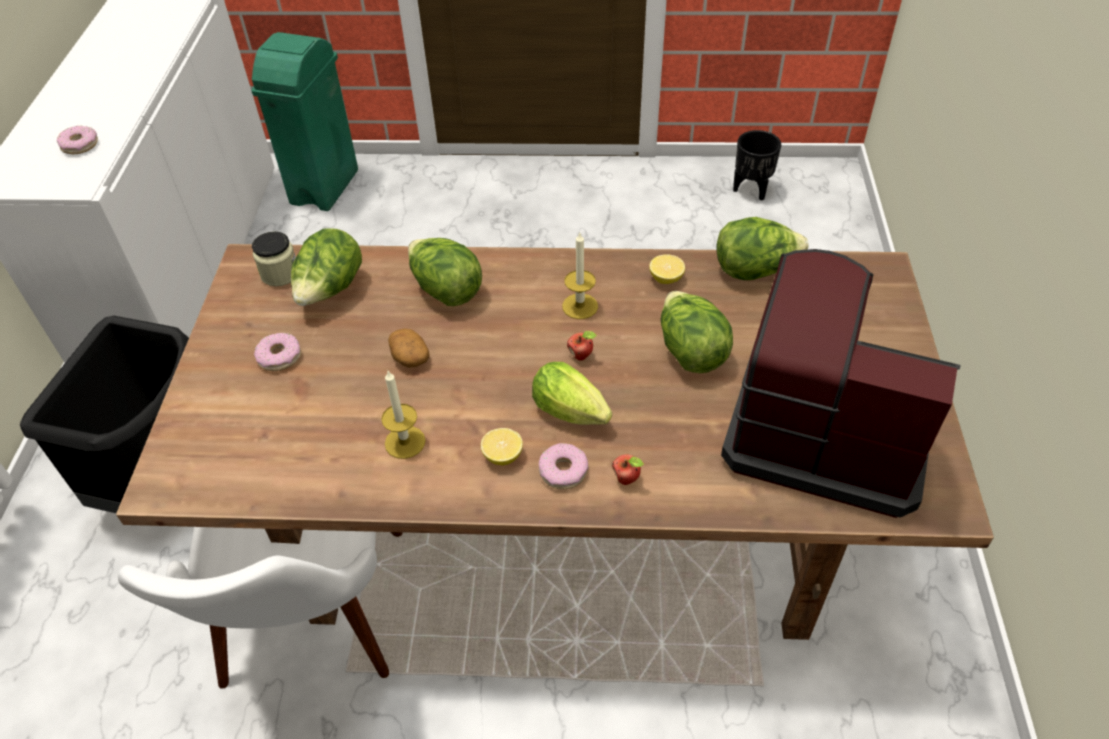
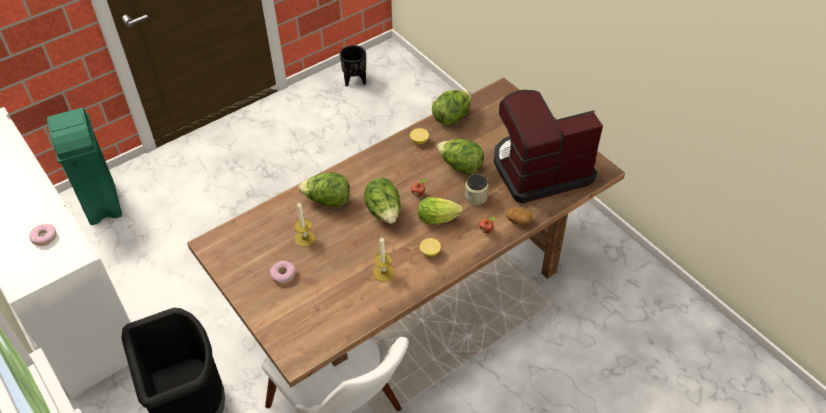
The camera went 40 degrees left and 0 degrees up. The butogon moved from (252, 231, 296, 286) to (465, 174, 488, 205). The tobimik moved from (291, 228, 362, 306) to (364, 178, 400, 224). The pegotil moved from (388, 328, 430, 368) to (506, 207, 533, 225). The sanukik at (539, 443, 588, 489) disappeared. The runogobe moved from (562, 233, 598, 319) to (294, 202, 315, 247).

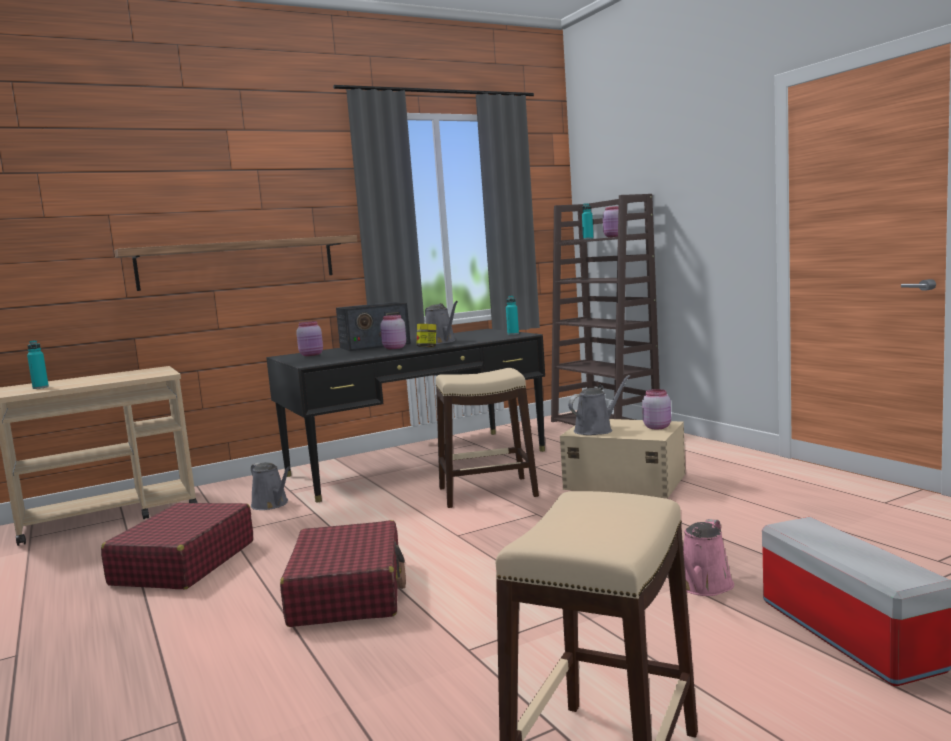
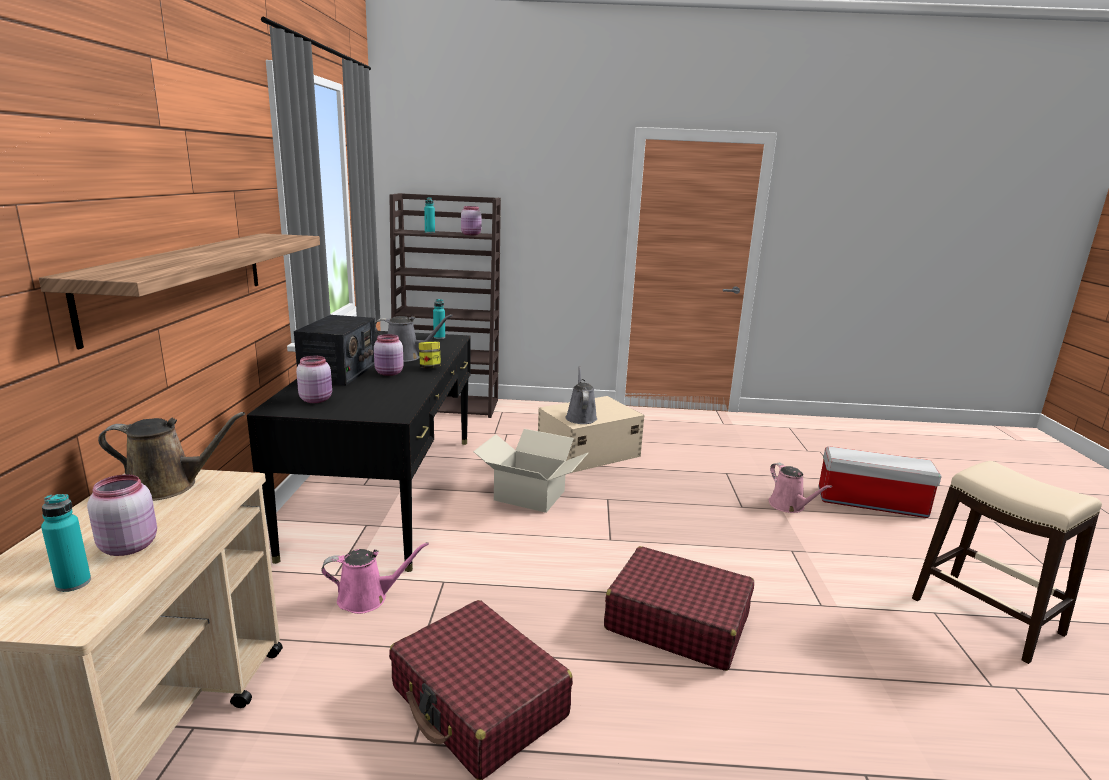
The camera went 60 degrees left and 10 degrees up. The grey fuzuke at (251, 462, 291, 510) became the pink fuzuke at (321, 542, 429, 614). The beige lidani at (436, 368, 539, 508) was replaced by the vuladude at (473, 429, 588, 513). The pink butogon moved from (642, 389, 671, 429) to (87, 474, 157, 556). The brown fuzuke at (98, 412, 245, 501) appeared.

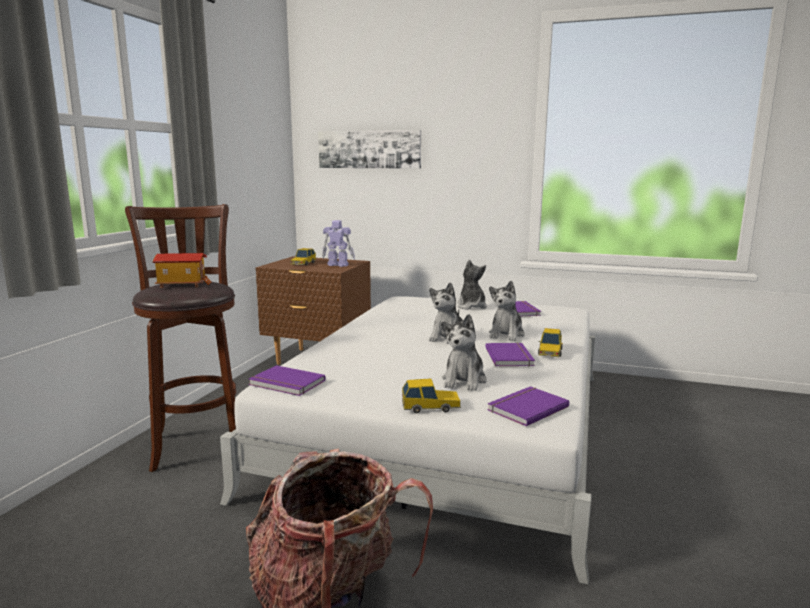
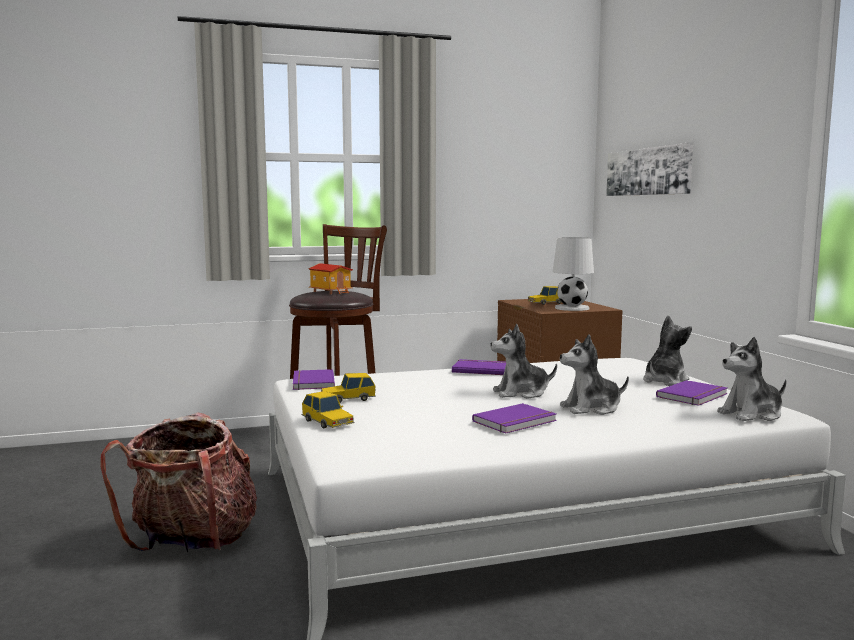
The camera went 55 degrees right and 5 degrees down. The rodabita at (322, 220, 355, 267) was replaced by the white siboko at (553, 237, 594, 311). The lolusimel moved from (441, 314, 487, 391) to (717, 337, 787, 421). The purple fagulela moved from (487, 386, 569, 426) to (452, 359, 506, 375). The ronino moved from (538, 328, 563, 357) to (321, 373, 376, 403).

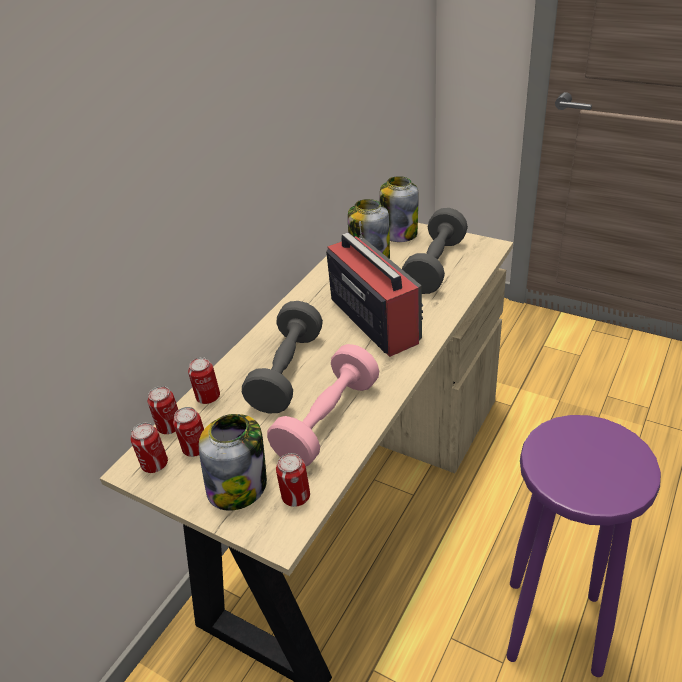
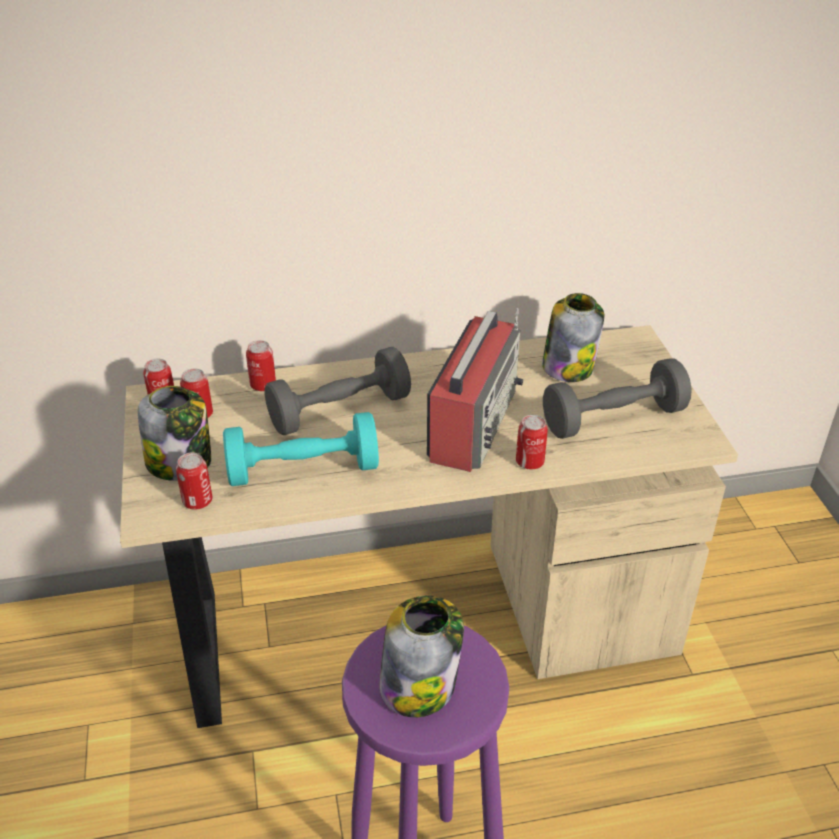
The camera went 45 degrees right and 0 degrees up. The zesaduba moved from (147, 386, 178, 434) to (516, 415, 548, 470). The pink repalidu at (267, 344, 379, 466) became the turquoise repalidu at (223, 412, 379, 486). The butogon moved from (380, 176, 419, 242) to (380, 596, 464, 717).

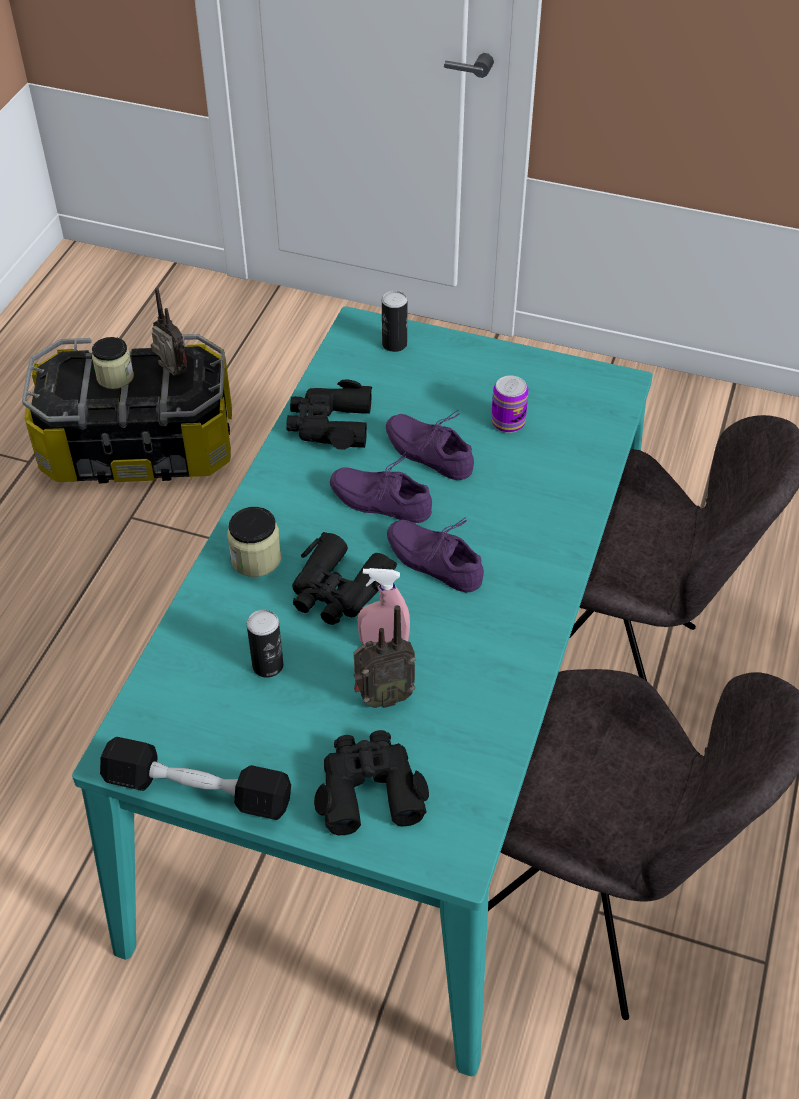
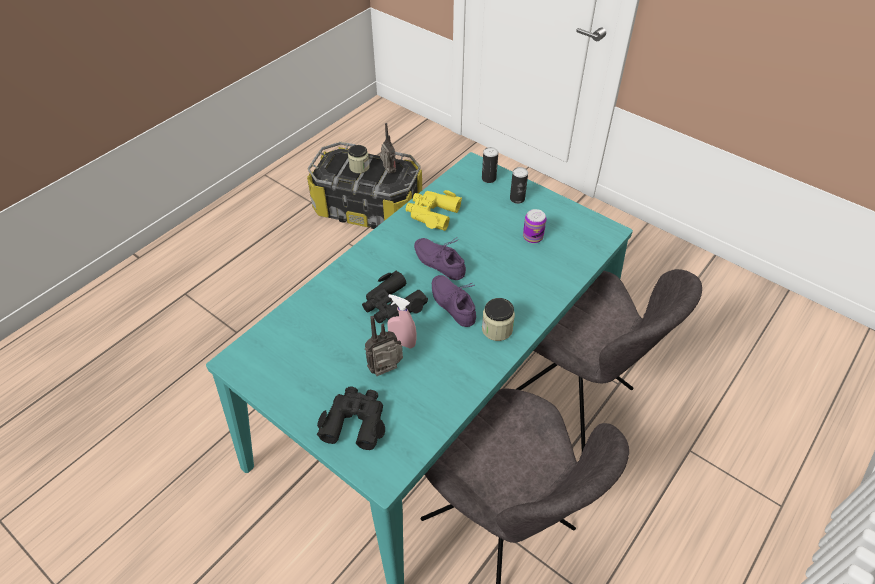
The camera went 20 degrees right and 0 degrees up. The black repalidu at (100, 737, 291, 820) disappeared. The butogon moved from (227, 507, 281, 577) to (482, 298, 515, 341). The zesaduba moved from (247, 610, 284, 678) to (510, 167, 528, 204). The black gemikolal at (286, 379, 372, 450) became the yellow gemikolal at (405, 190, 462, 231). The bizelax at (353, 605, 416, 708) turned 150 degrees clockwise. The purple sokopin at (386, 410, 474, 480) disappeared.

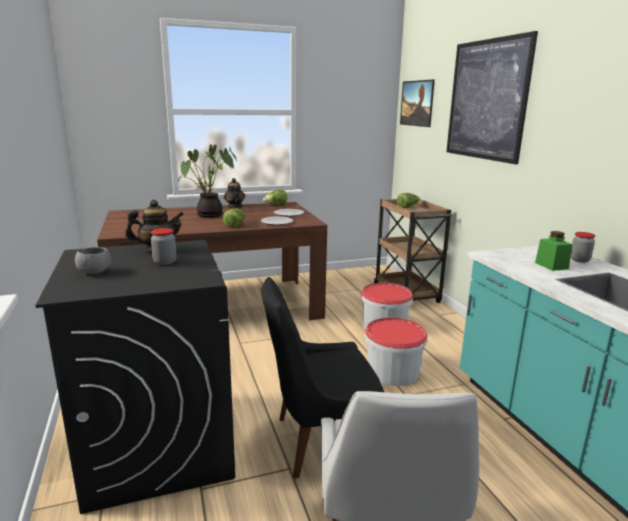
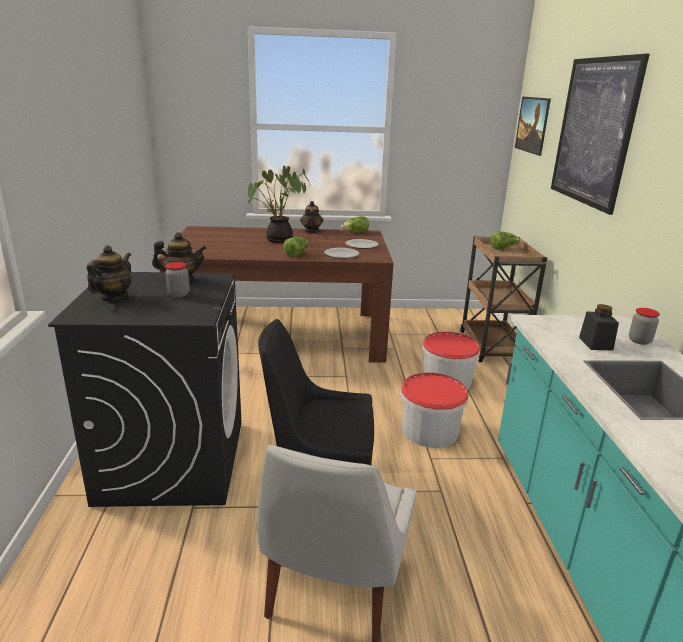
The camera went 15 degrees right and 5 degrees up. The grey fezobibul at (75, 247, 111, 274) was replaced by the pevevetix at (87, 245, 132, 302). The green butogon at (535, 231, 572, 271) became the black butogon at (579, 304, 619, 351).

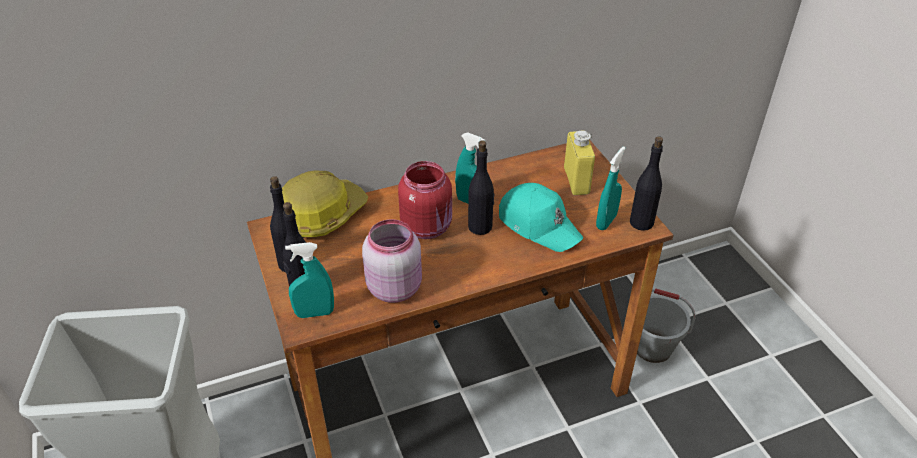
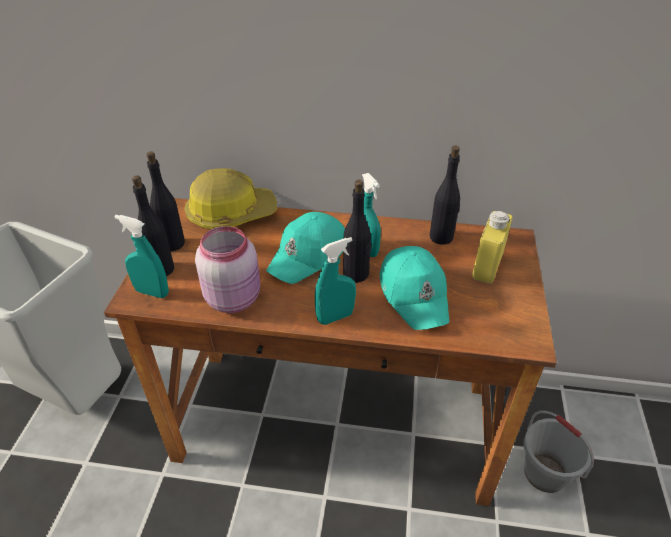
The camera went 30 degrees right and 0 degrees up. The red butogon at (398, 161, 452, 239) was replaced by the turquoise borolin at (266, 212, 345, 284). The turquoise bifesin moved from (596, 146, 625, 230) to (315, 237, 356, 325). The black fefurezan moved from (630, 136, 663, 231) to (430, 146, 460, 245).

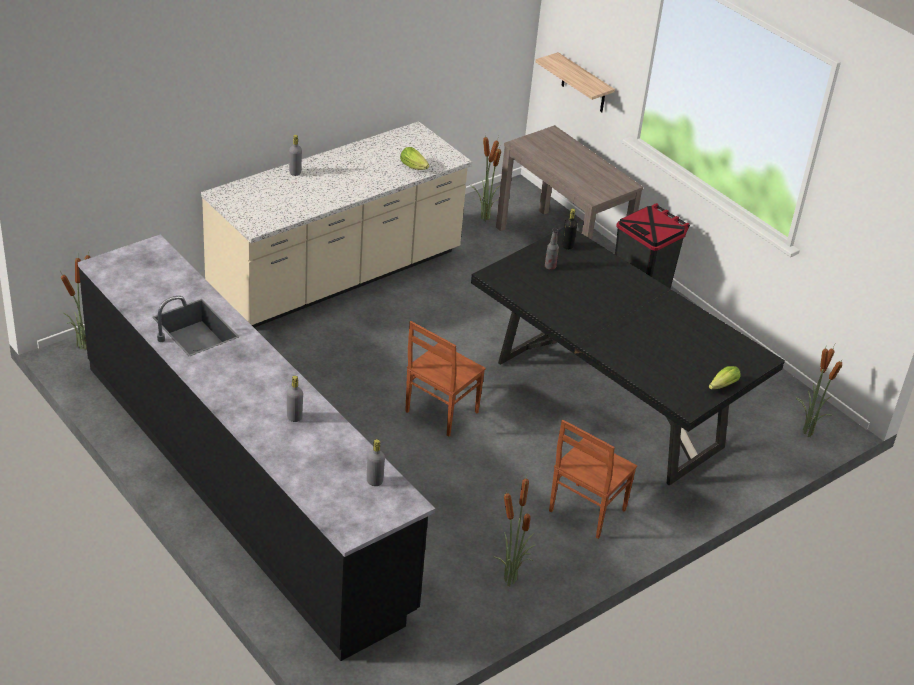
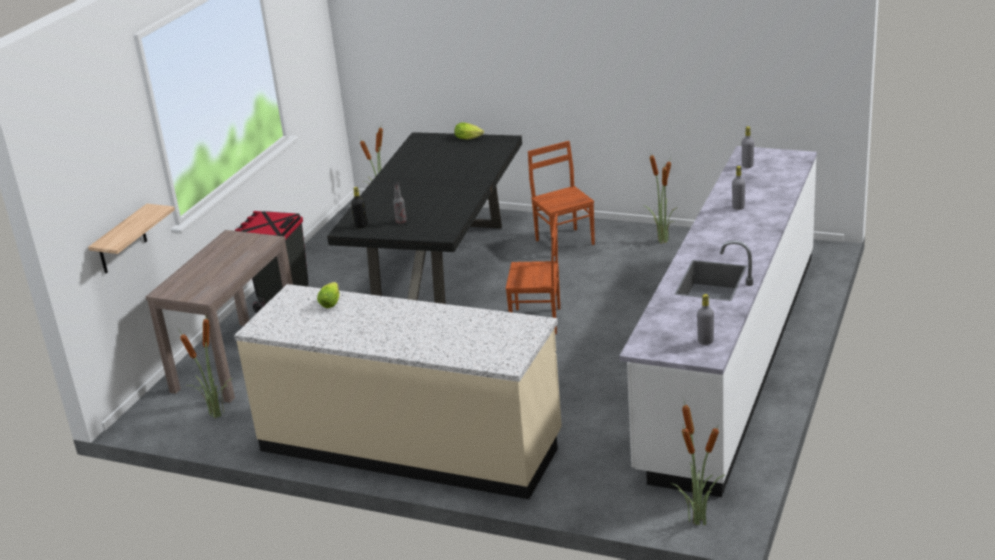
The camera went 115 degrees left and 10 degrees down. The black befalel at (78, 235, 436, 661) became the white befalel at (619, 146, 817, 497). The grey fefurezan moved from (289, 135, 302, 176) to (697, 294, 714, 345). The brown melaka at (549, 420, 637, 539) turned 120 degrees counterclockwise.

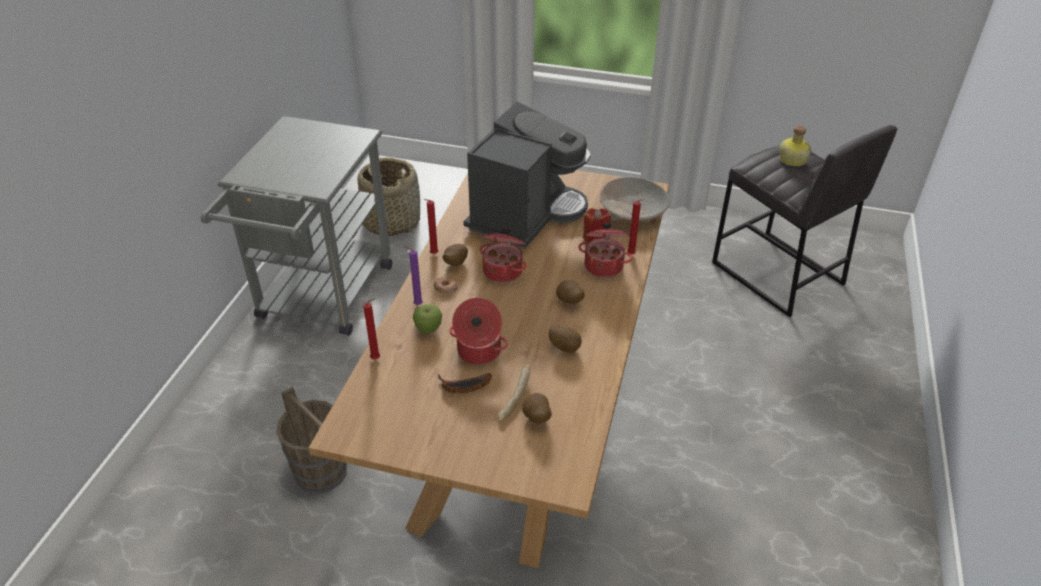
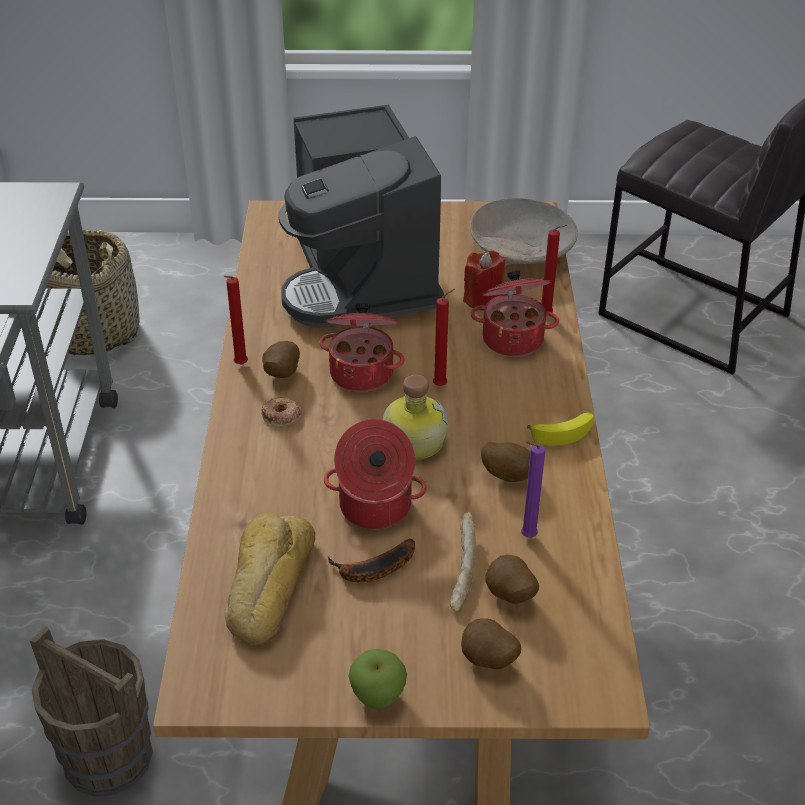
The camera went 15 degrees left and 0 degrees up. The red runogobe moved from (363, 298, 380, 359) to (433, 289, 455, 386). The purple runogobe moved from (404, 246, 423, 305) to (521, 441, 545, 537). The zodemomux moved from (413, 304, 442, 334) to (348, 649, 407, 709). The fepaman at (463, 102, 590, 248) turned 150 degrees clockwise. The pegotil moved from (556, 280, 585, 304) to (461, 618, 521, 669). The fefurezan moved from (779, 125, 811, 166) to (383, 375, 448, 460). The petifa at (225, 512, 315, 645) appeared. The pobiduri at (527, 411, 594, 446) appeared.

